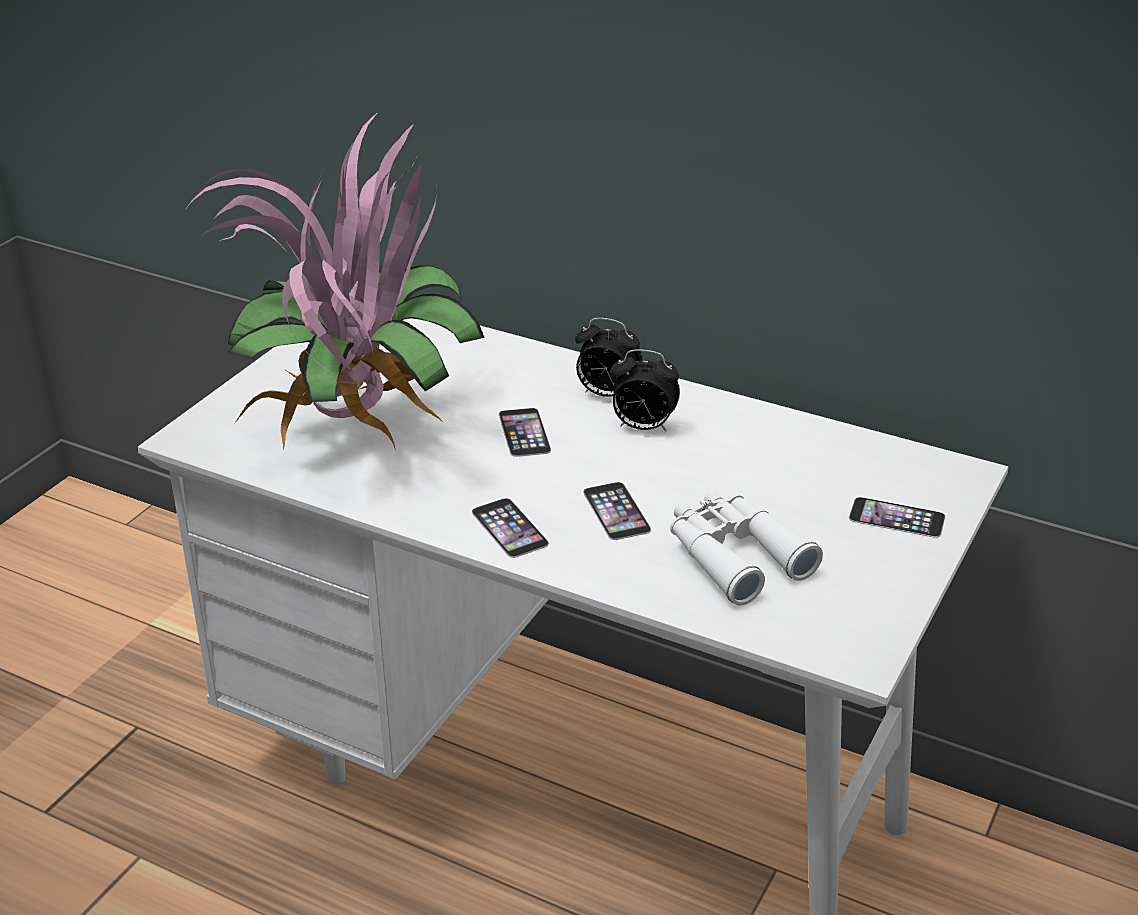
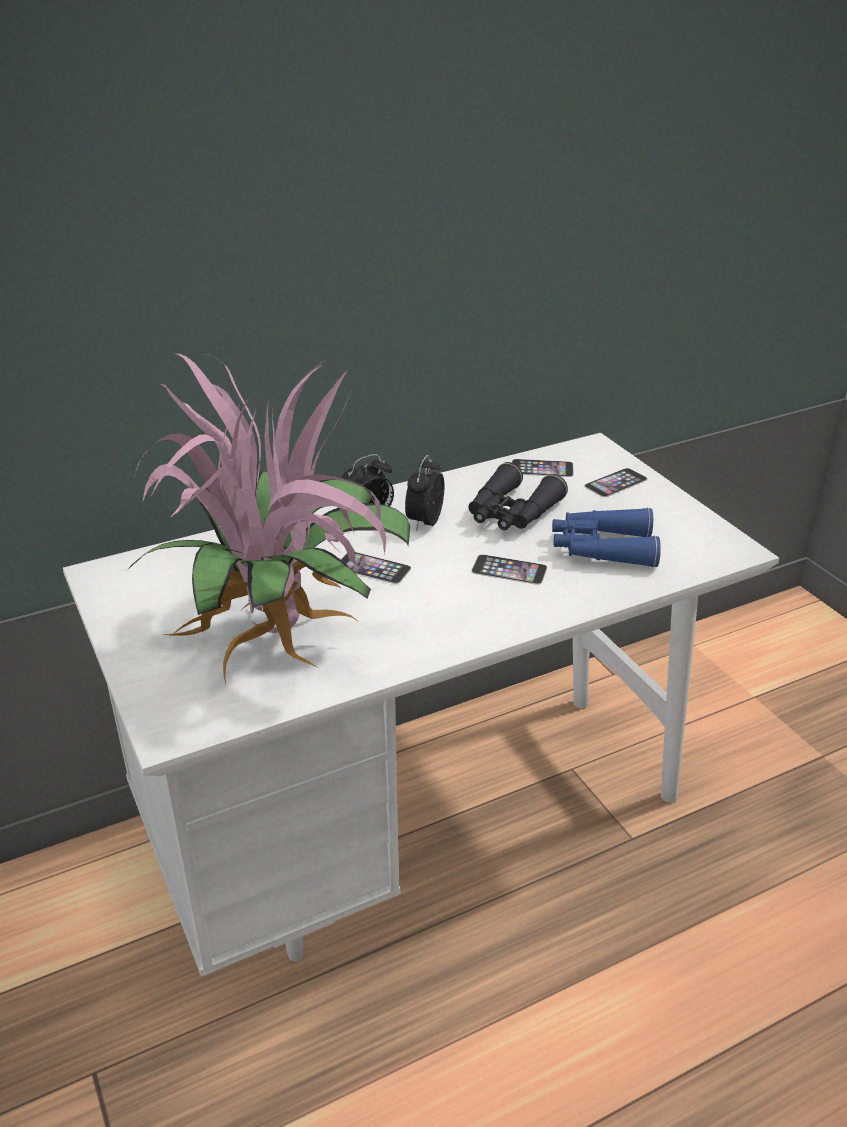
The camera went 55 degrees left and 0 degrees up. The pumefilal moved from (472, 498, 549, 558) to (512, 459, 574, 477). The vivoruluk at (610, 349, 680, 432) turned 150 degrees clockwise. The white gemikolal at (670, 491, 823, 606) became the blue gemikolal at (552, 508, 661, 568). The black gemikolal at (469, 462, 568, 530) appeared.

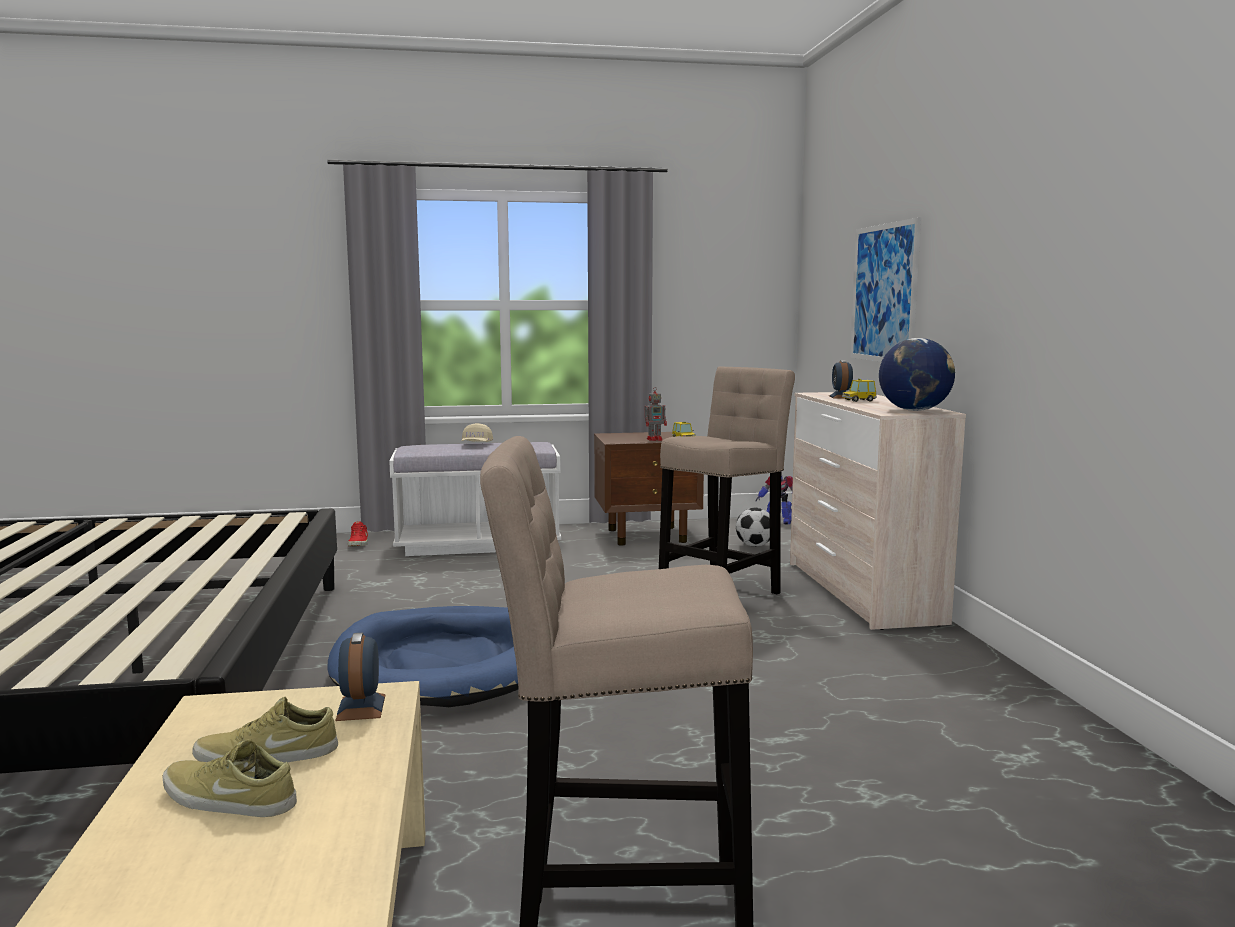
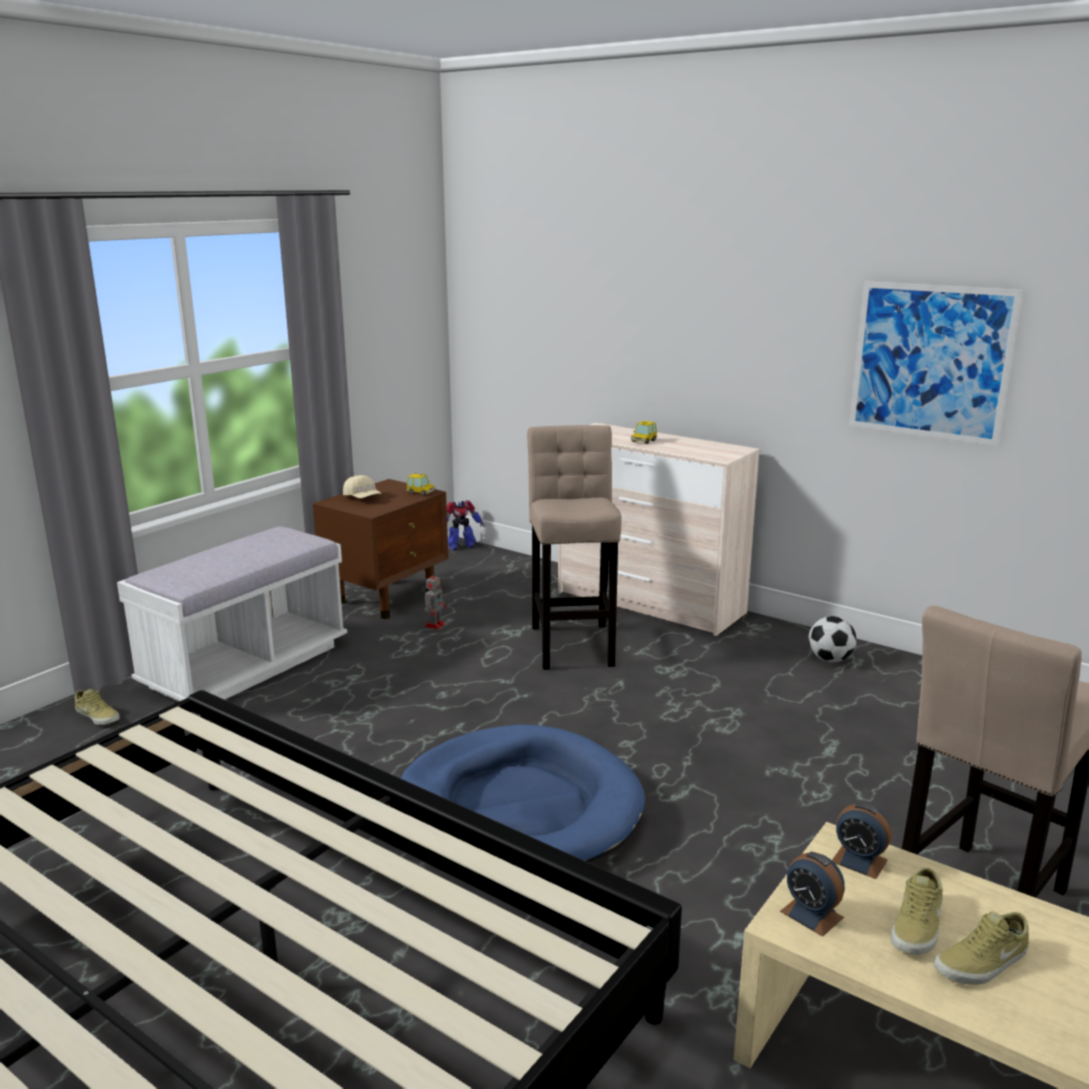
The camera went 45 degrees left and 10 degrees up. The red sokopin at (348, 521, 368, 546) became the beige sokopin at (75, 689, 120, 725). The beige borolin moved from (461, 423, 493, 442) to (343, 475, 382, 498). The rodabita moved from (645, 387, 667, 441) to (425, 572, 447, 629). The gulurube moved from (736, 508, 770, 547) to (809, 616, 856, 662). The vivoruluk moved from (829, 360, 853, 399) to (780, 852, 845, 937). The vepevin moved from (850, 217, 921, 362) to (849, 281, 1023, 446). The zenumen at (879, 338, 955, 411) disappeared.

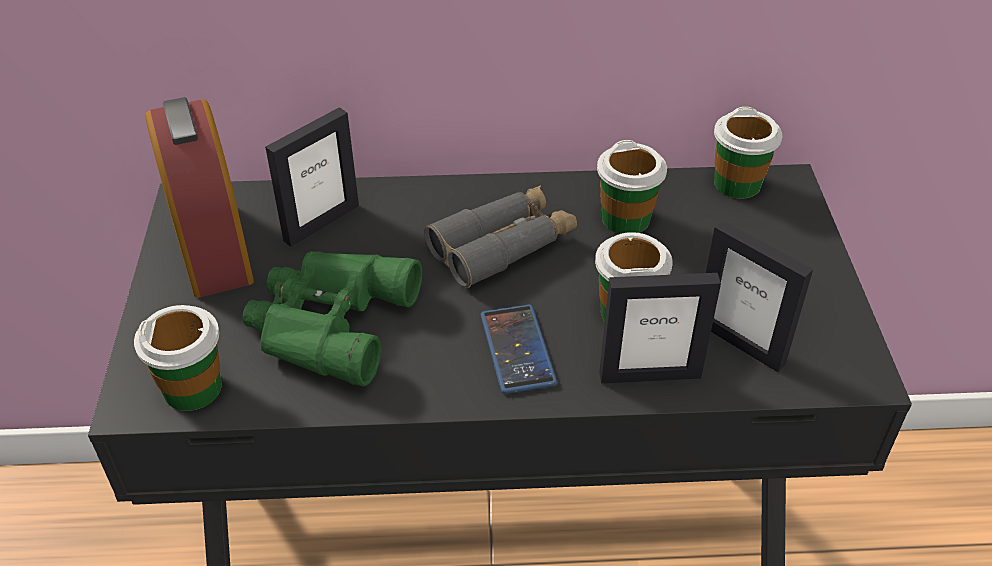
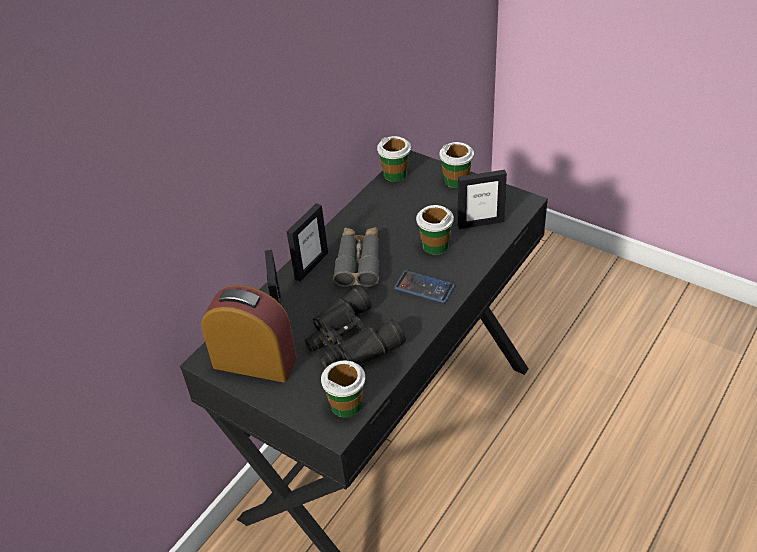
The camera went 50 degrees left and 0 degrees up. The green gemikolal at (243, 251, 422, 386) became the black gemikolal at (305, 286, 406, 368). The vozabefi moved from (597, 140, 667, 234) to (439, 142, 474, 188). The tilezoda moved from (599, 273, 721, 384) to (287, 203, 328, 282).

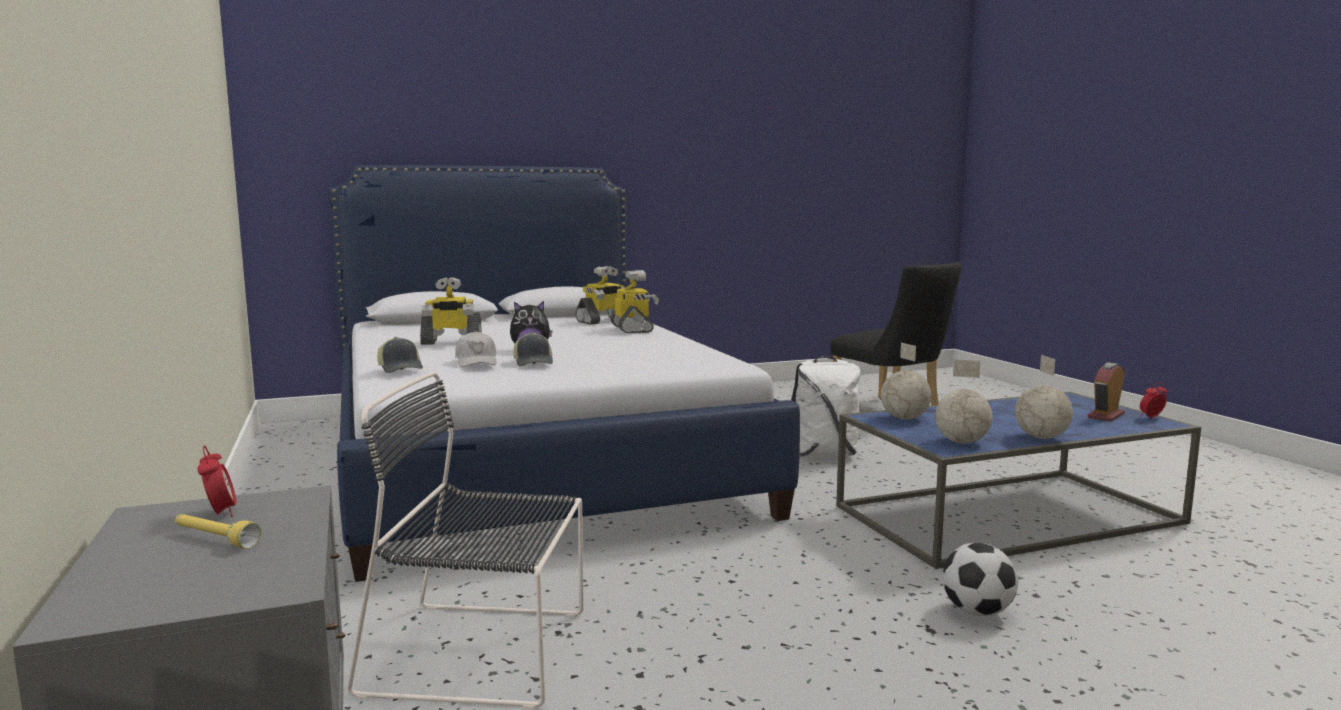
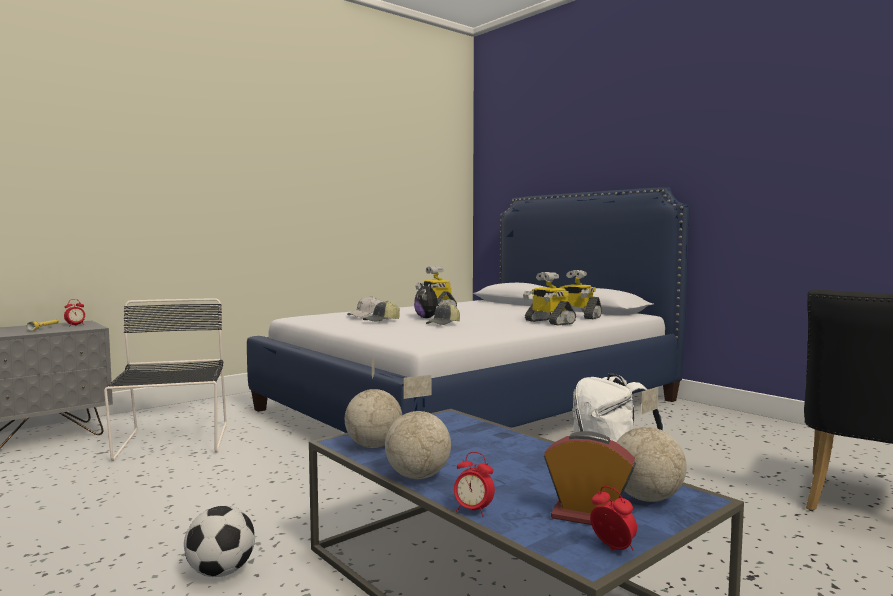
The camera went 70 degrees right and 5 degrees down. The borolin moved from (377, 337, 423, 373) to (426, 303, 460, 325). The rodabita at (610, 270, 659, 333) turned 90 degrees clockwise. The zenumen moved from (881, 343, 931, 420) to (616, 387, 687, 502). The vivoruluk at (454, 452, 495, 516) appeared.

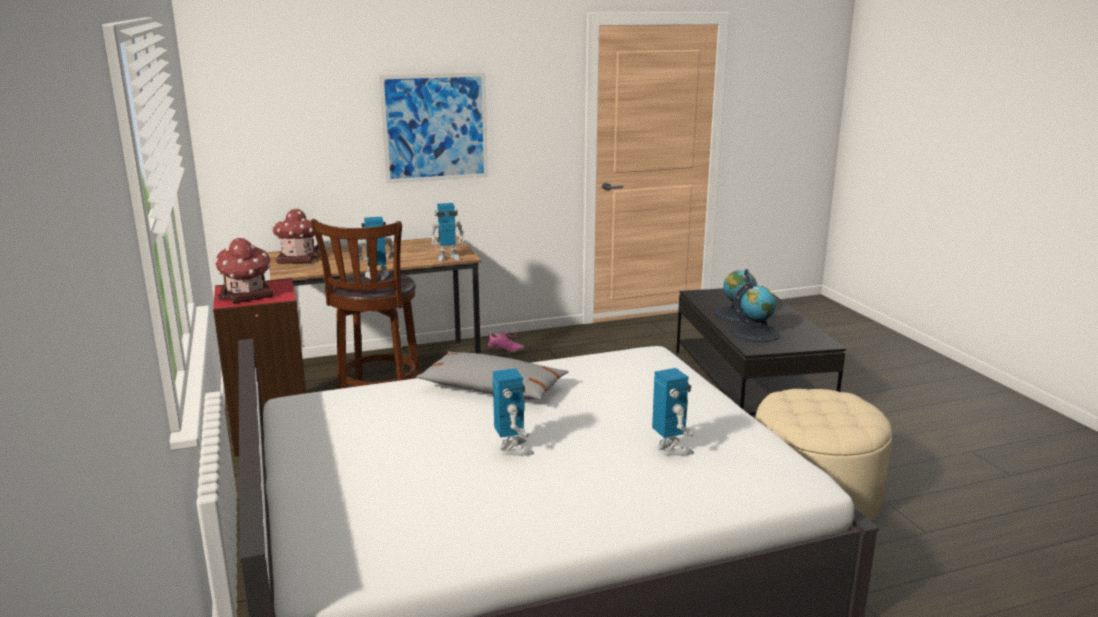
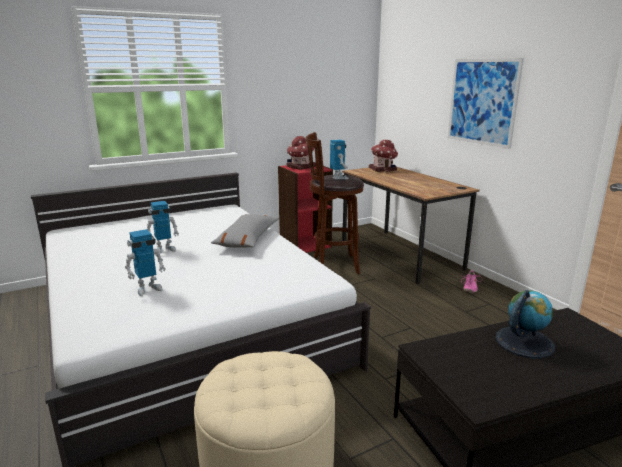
The camera went 80 degrees right and 0 degrees up. The rodabita at (430, 203, 465, 262) disappeared. The zenumen at (731, 282, 781, 342) disappeared.

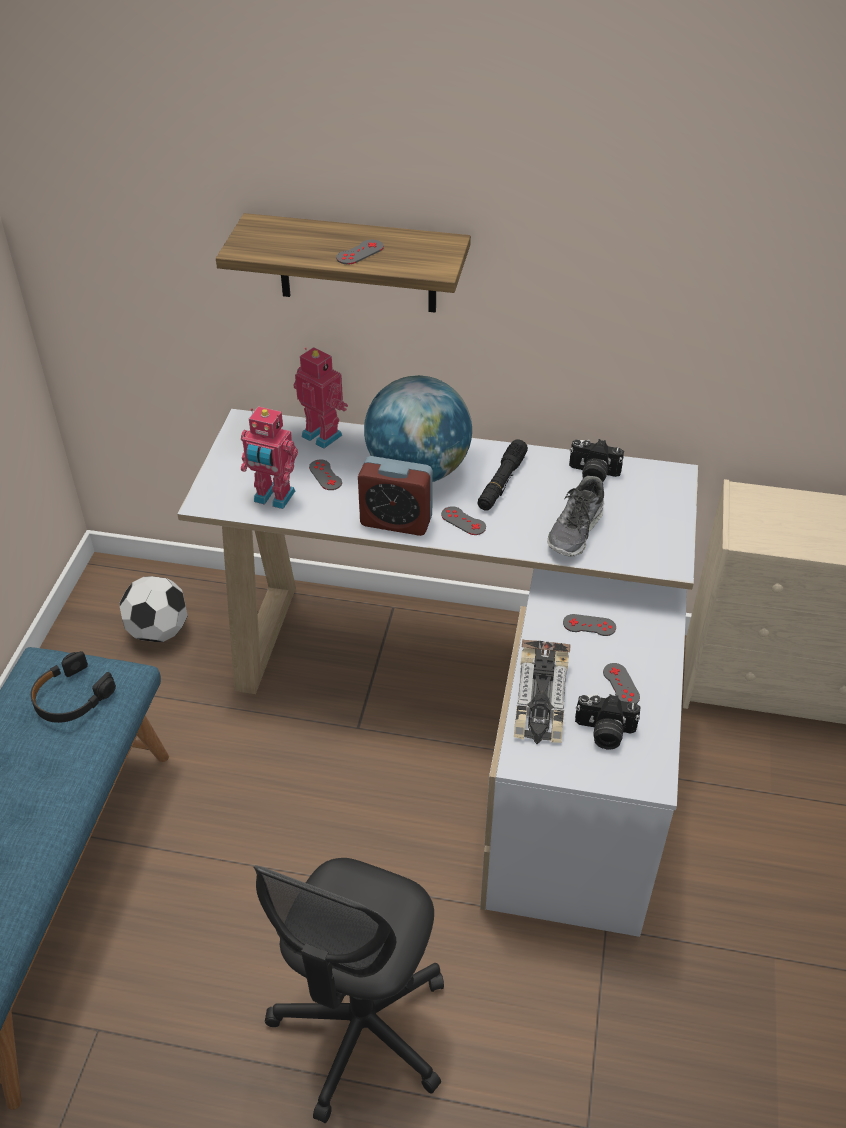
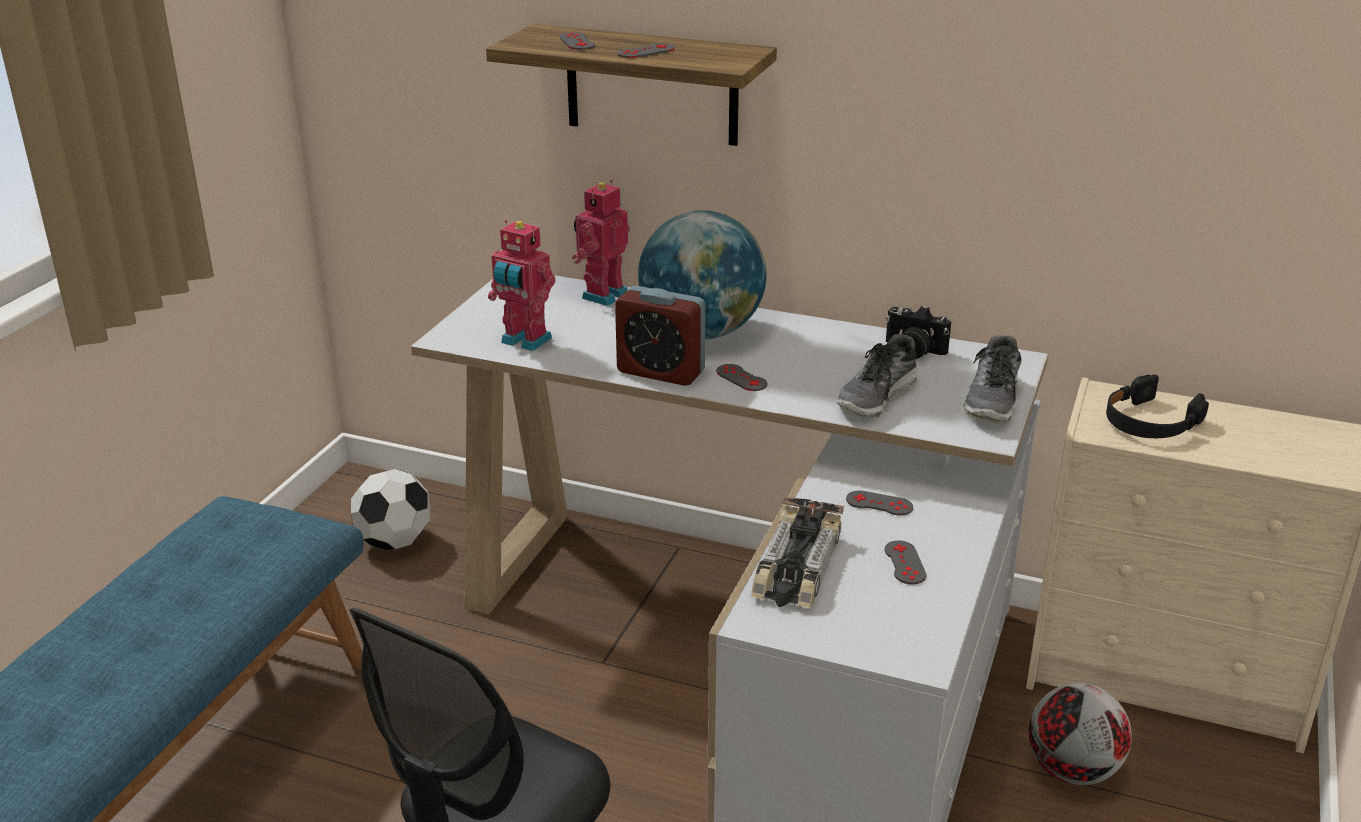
The camera went 10 degrees right and 15 degrees down. The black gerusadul moved from (30, 651, 116, 723) to (1106, 374, 1209, 438). The rodabita at (294, 347, 348, 449) turned 105 degrees counterclockwise. The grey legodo moved from (309, 459, 342, 490) to (560, 32, 595, 50). The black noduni at (478, 439, 528, 511) disappeared. The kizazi at (575, 694, 641, 749) disappeared. The sokopin at (963, 335, 1022, 423) appeared. The gulurube at (1029, 683, 1132, 785) appeared.

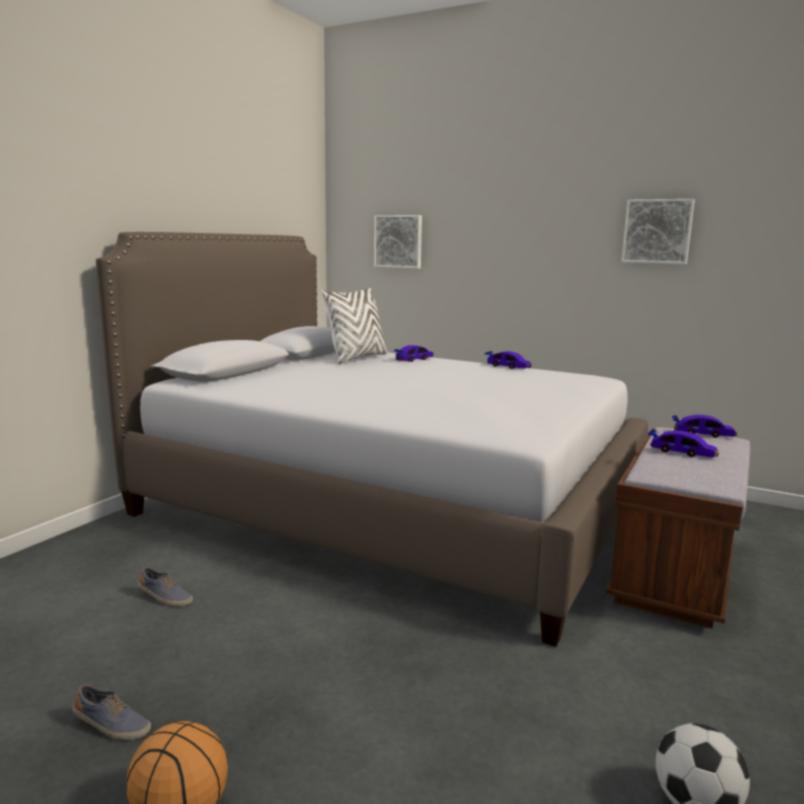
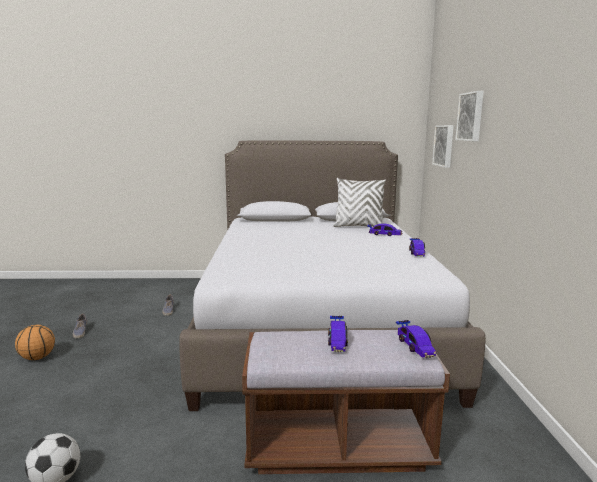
The camera went 60 degrees right and 0 degrees up. The vepevin moved from (621, 199, 695, 264) to (455, 91, 484, 141).

